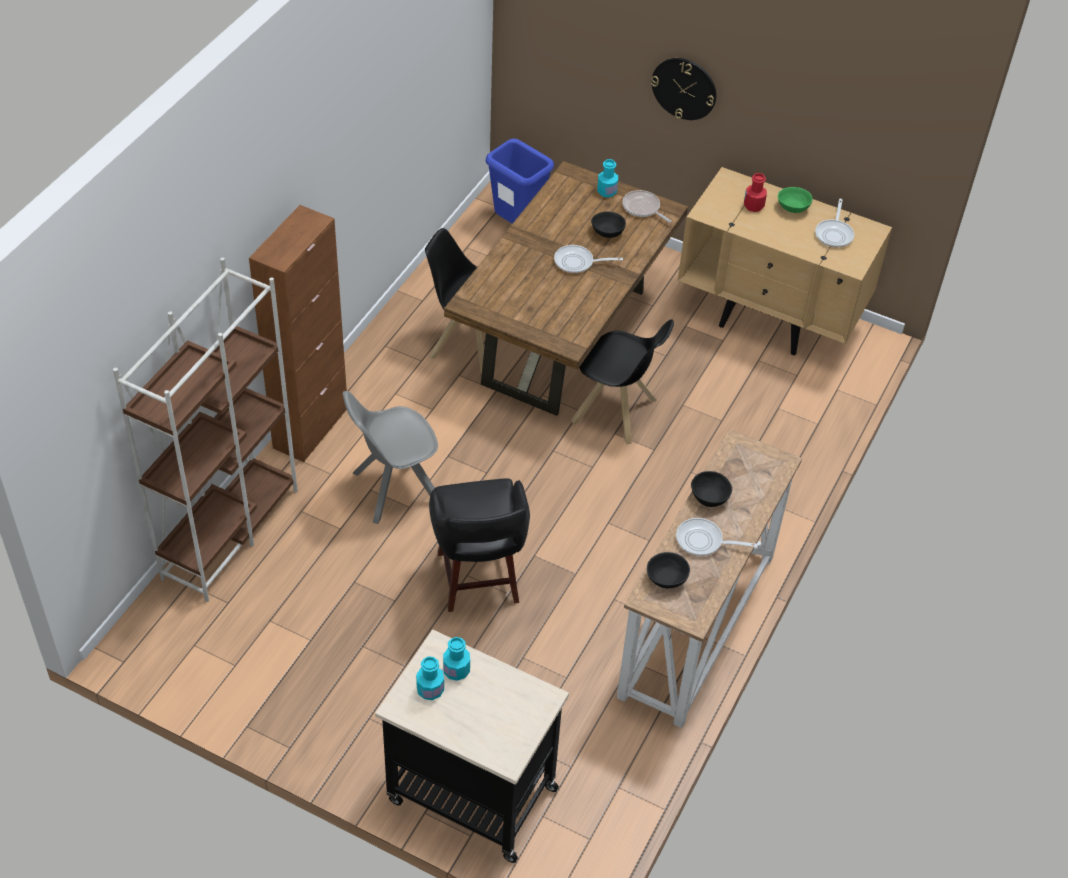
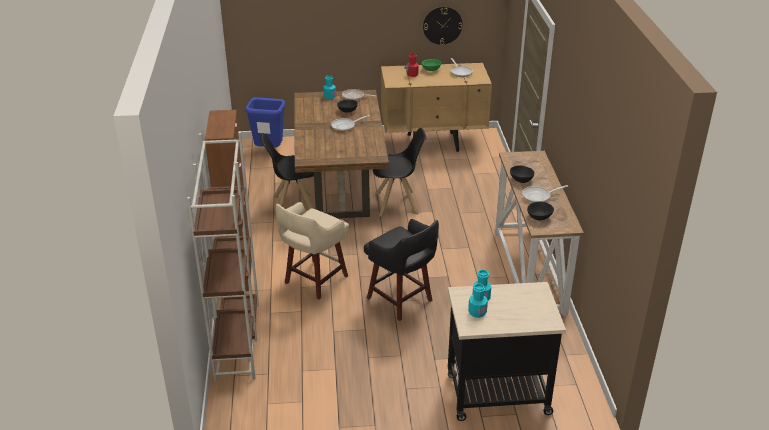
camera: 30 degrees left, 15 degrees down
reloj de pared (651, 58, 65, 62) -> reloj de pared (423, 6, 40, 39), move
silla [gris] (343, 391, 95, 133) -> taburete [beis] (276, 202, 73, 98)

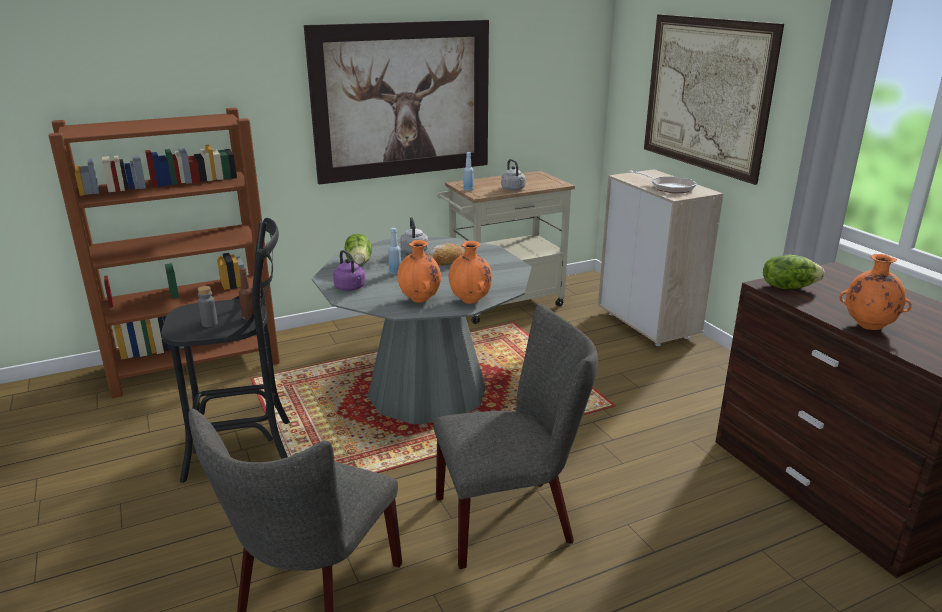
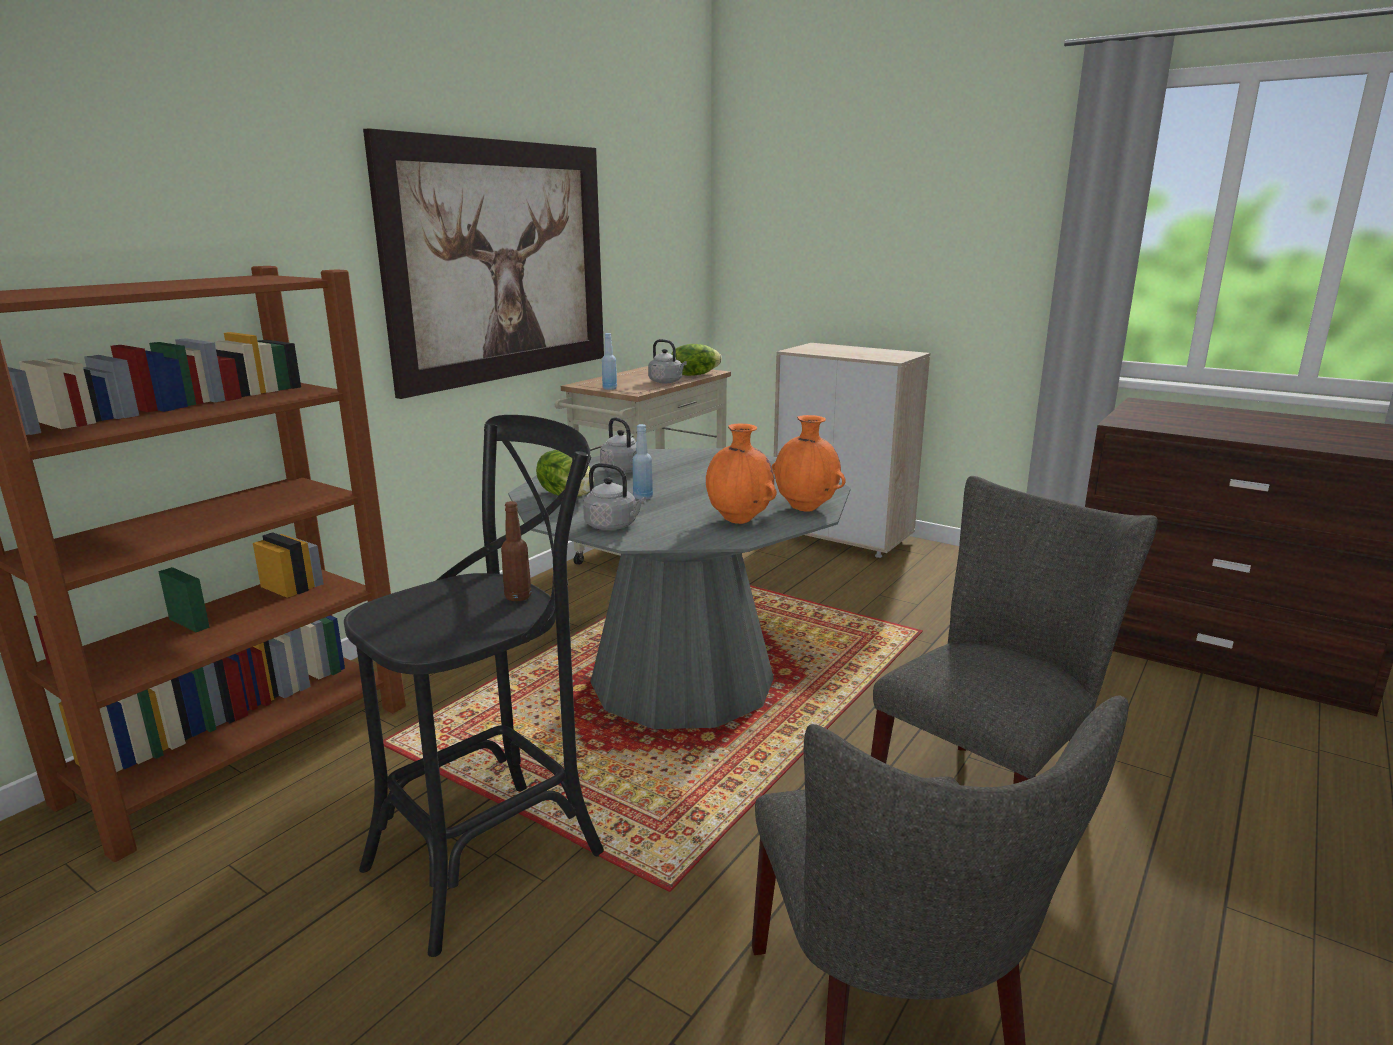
camera: 30 degrees left, 5 degrees down
botella [gris] (198, 286, 20, 41) -> none
pan (428, 243, 37, 23) -> none
sartén (629, 170, 68, 23) -> none
cuadro (644, 14, 140, 171) -> none
florero [naranja] (839, 254, 73, 76) -> none
lechuga (763, 255, 62, 34) -> lechuga (671, 344, 51, 32), move
hervidor [morado] (333, 250, 32, 41) -> hervidor [gris] (583, 463, 63, 67)

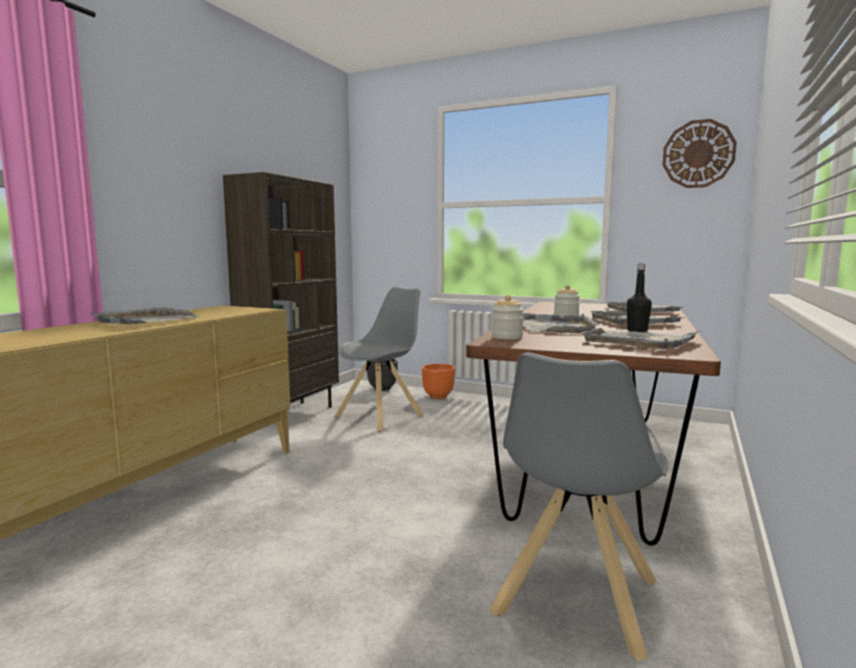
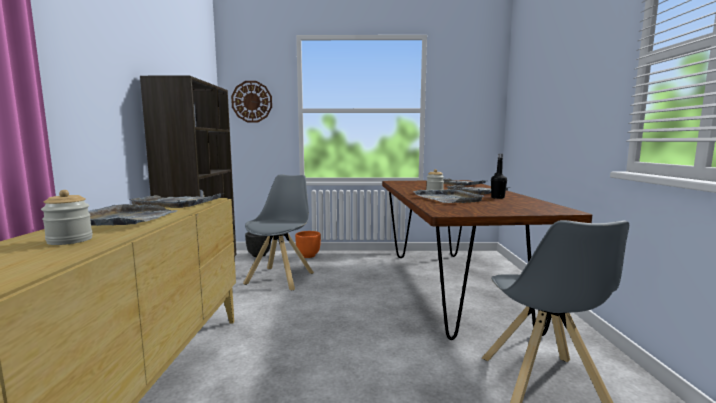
camera: 25 degrees left, 0 degrees up
tarro (492, 295, 32, 44) -> tarro (41, 190, 52, 55), move
bandeja [gris] (581, 328, 116, 21) -> bandeja [gris] (129, 194, 92, 14), move
reloj de pared (663, 119, 74, 69) -> reloj de pared (231, 81, 41, 41), move

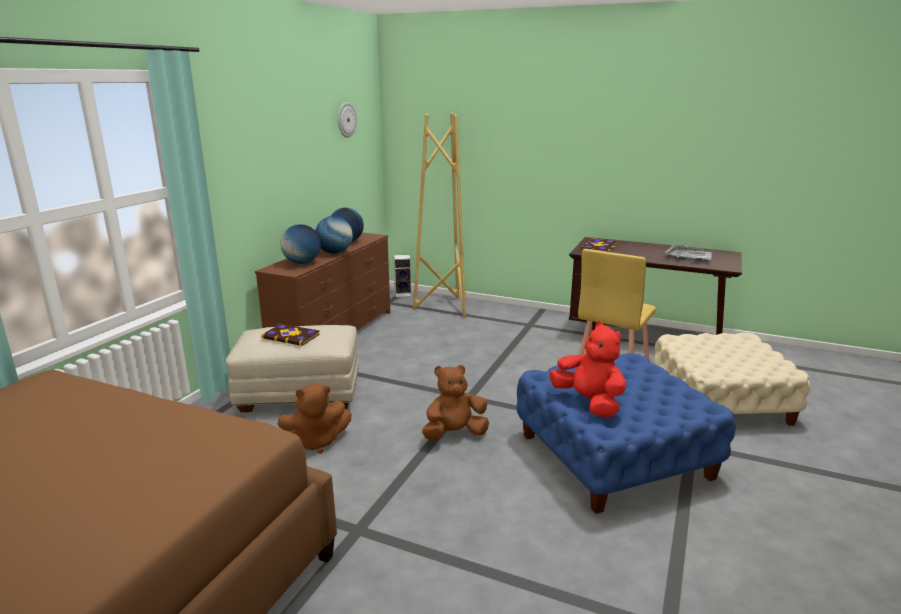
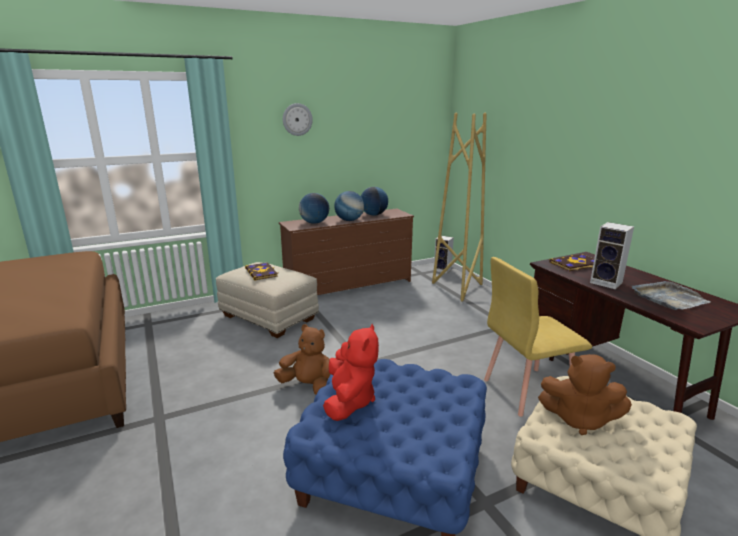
camera: 40 degrees right, 0 degrees up
none -> altavoz (590, 222, 44, 67)
peluche [marrón] (278, 384, 74, 69) -> peluche [marrón] (538, 354, 94, 81), move
reloj de pared (338, 102, 19, 36) -> reloj de pared (283, 103, 30, 33), move

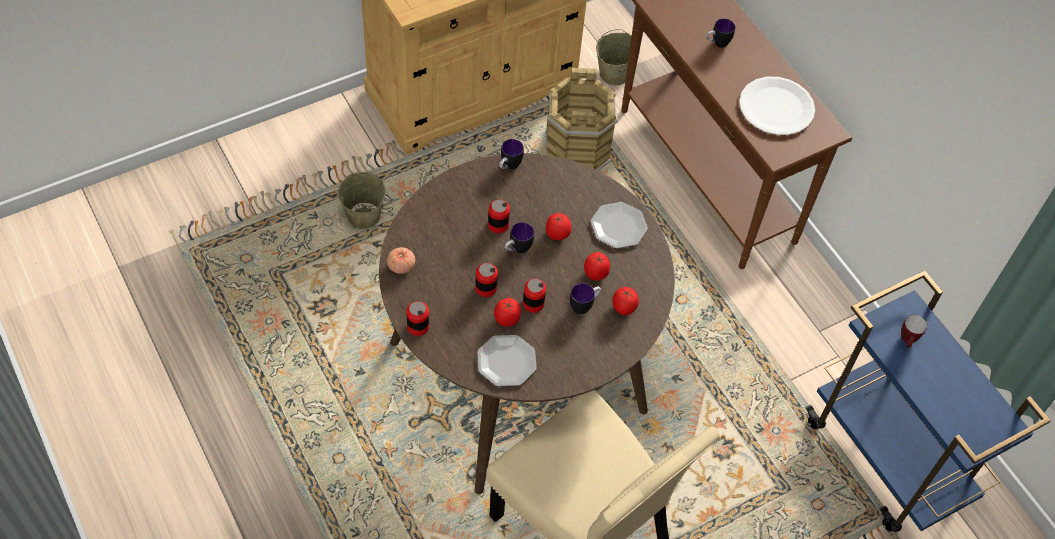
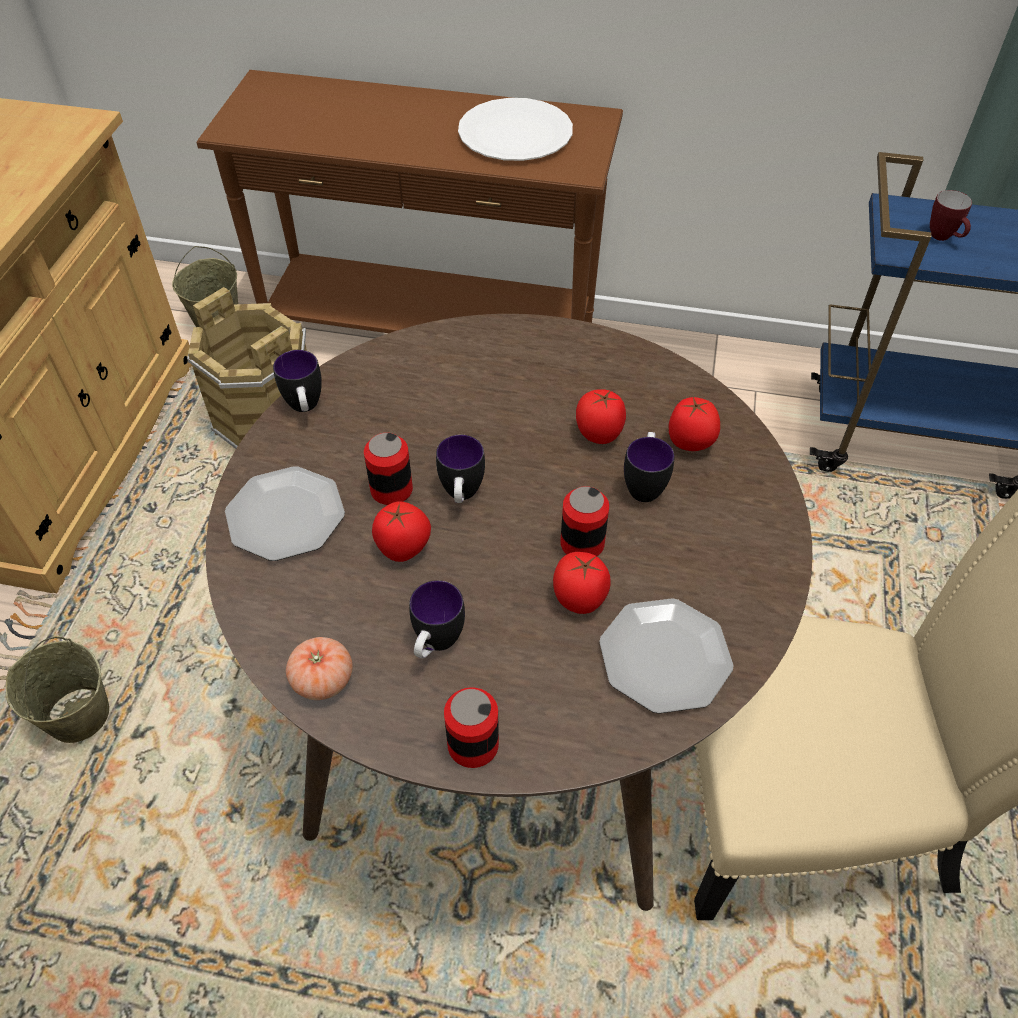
camera: 45 degrees left, 5 degrees down
lata (475, 263, 23, 34) -> none
tomate (546, 213, 26, 27) -> tomate (372, 501, 59, 61), move
plato (591, 202, 57, 47) -> plato (225, 466, 120, 95), move
taza grande (706, 19, 29, 29) -> taza grande (409, 580, 56, 78), move

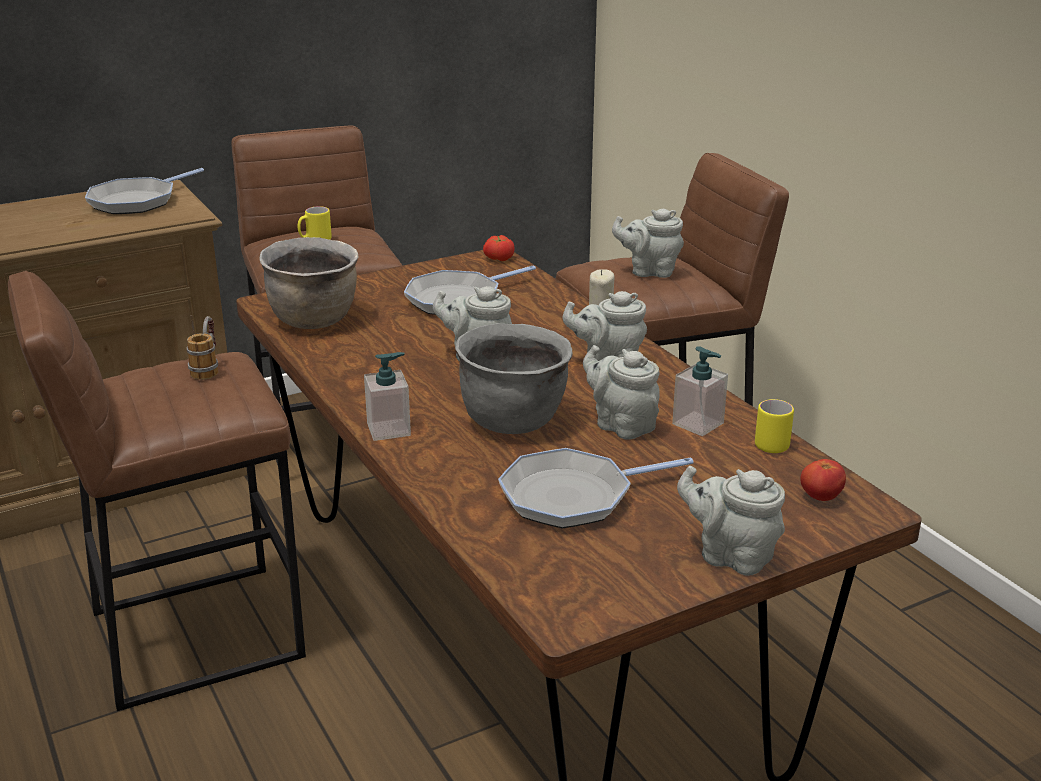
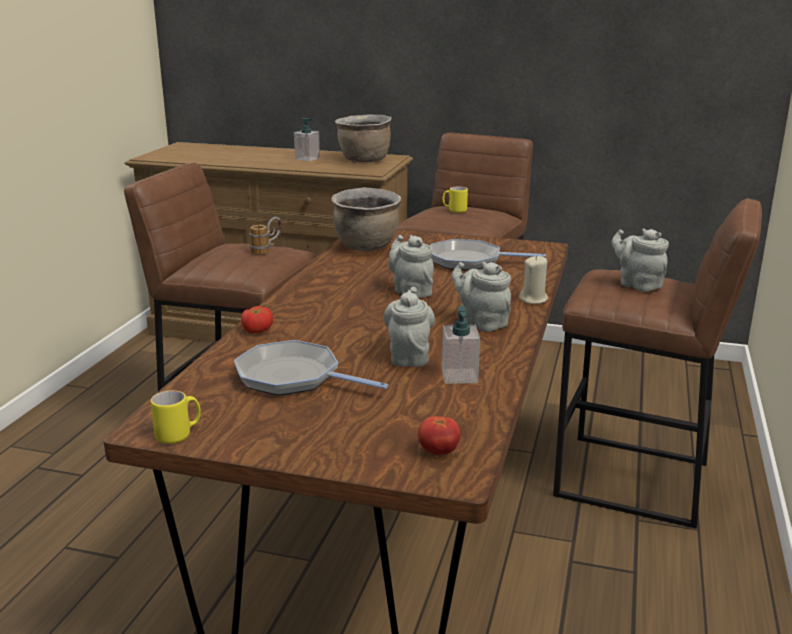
camera: 45 degrees right, 5 degrees down
olla [gris] (455, 323, 118, 111) -> none
tetera [gris] (677, 466, 108, 110) -> none
dispensador de jabón (364, 352, 47, 89) -> dispensador de jabón (294, 118, 26, 43), move
tomate (483, 235, 32, 26) -> tomate (241, 306, 32, 28), move
taza grande [amarillo] (755, 399, 39, 54) -> taza grande [amarillo] (151, 390, 50, 54), move
sartén (85, 168, 119, 46) -> olla [marrón] (335, 114, 57, 48)

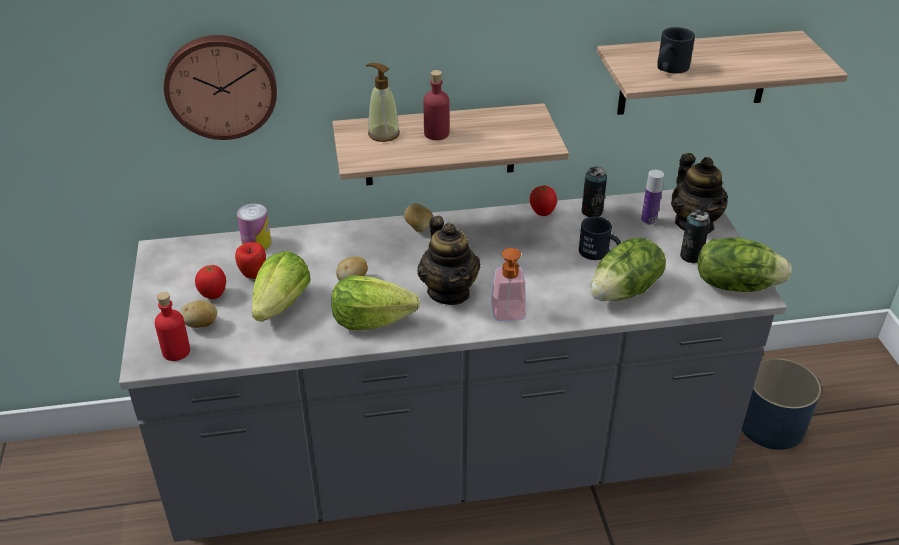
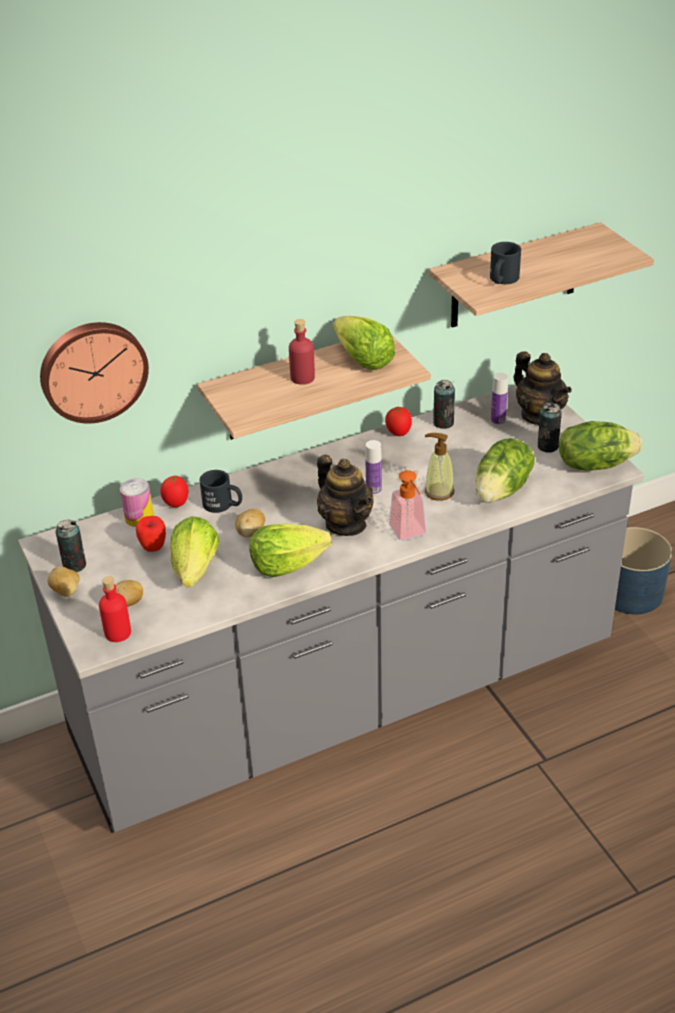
camera: 15 degrees left, 0 degrees up
none -> lata (55, 519, 31, 53)
none -> lechuga (333, 316, 62, 54)
none -> botella (365, 440, 17, 55)
tomate (195, 265, 31, 34) -> tomate (160, 475, 28, 32), move
dispensador de jabón (366, 63, 34, 79) -> dispensador de jabón (425, 433, 29, 68), move
patata (404, 203, 29, 29) -> patata (47, 566, 33, 31), move
taza grande [negro] (579, 216, 42, 44) -> taza grande [negro] (200, 470, 42, 43), move

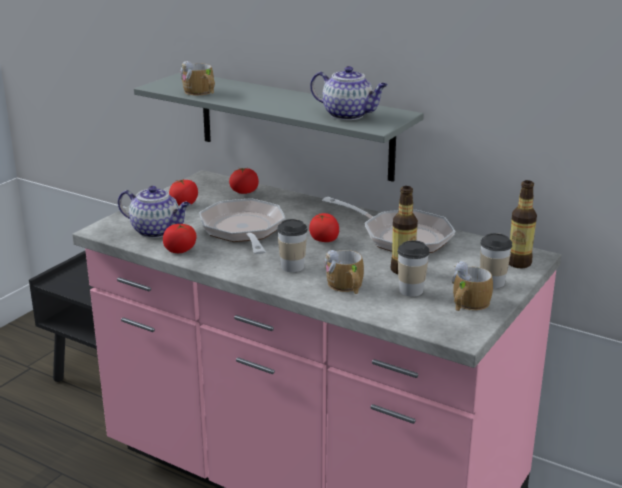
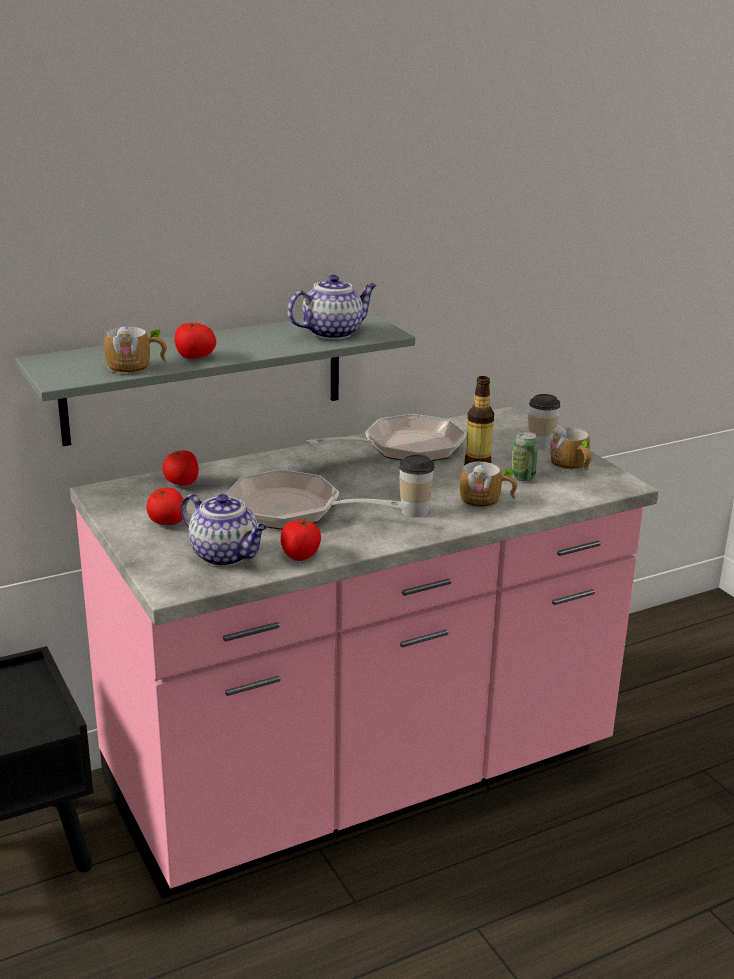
camera: 60 degrees left, 0 degrees up
botella (509, 180, 28, 88) -> none
tomate (309, 213, 30, 29) -> tomate (174, 323, 42, 36), move
taza (397, 240, 33, 57) -> lata (512, 431, 27, 50)
tetera (118, 186, 72, 52) -> tetera (181, 494, 86, 72), 75 degrees clockwise

